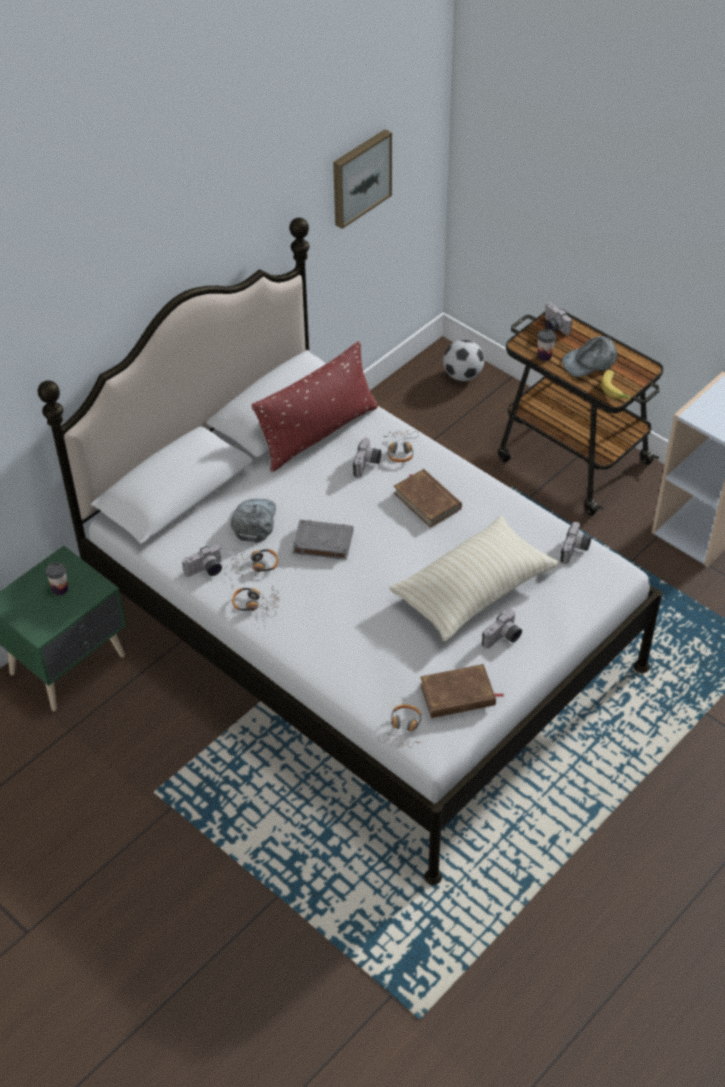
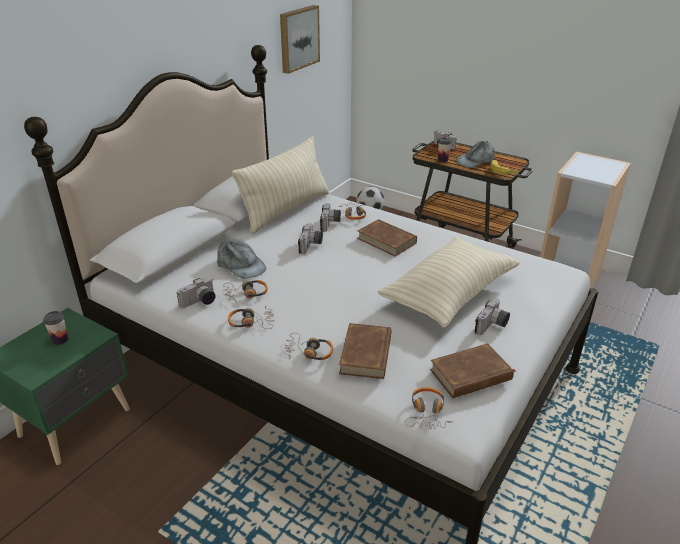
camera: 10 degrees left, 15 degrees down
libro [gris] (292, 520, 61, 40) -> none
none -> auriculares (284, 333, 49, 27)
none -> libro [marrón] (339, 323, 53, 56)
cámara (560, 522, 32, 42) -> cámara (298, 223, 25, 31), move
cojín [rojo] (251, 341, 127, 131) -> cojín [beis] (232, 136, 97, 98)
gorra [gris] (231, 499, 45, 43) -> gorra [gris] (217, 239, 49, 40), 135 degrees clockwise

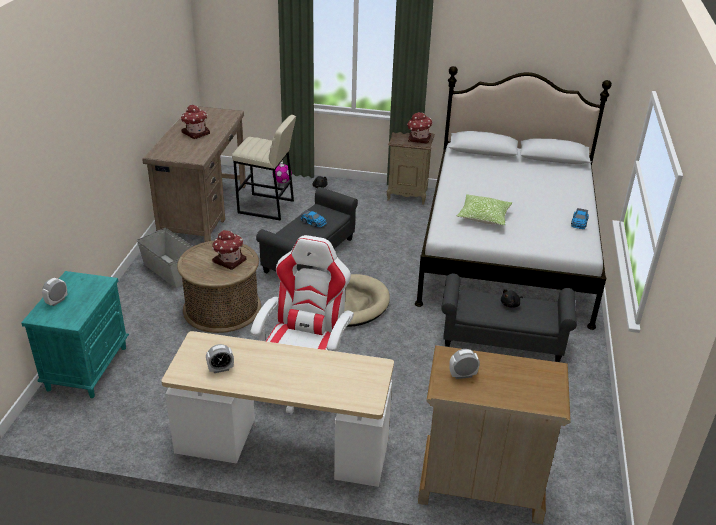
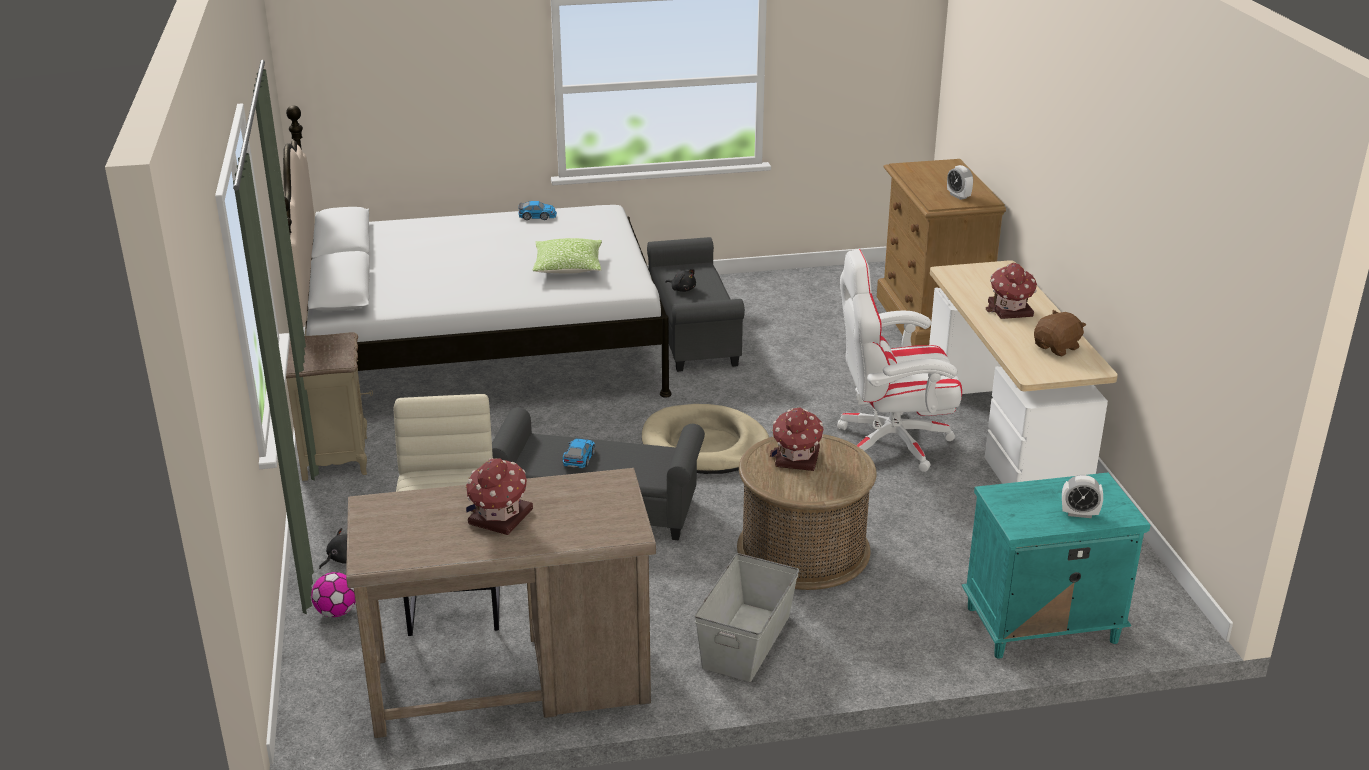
camera: 110 degrees left, 5 degrees down
casita (407, 112, 26, 32) -> casita (986, 263, 51, 56), move
despertador (206, 344, 28, 29) -> peluche [marrón] (1034, 310, 52, 46)

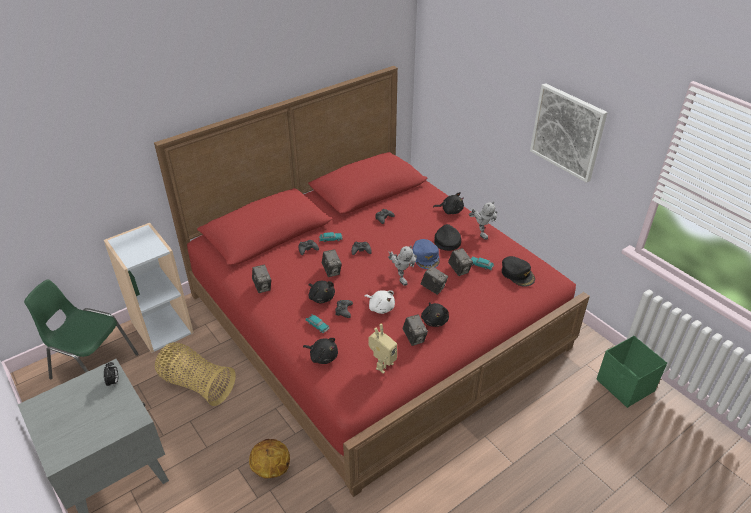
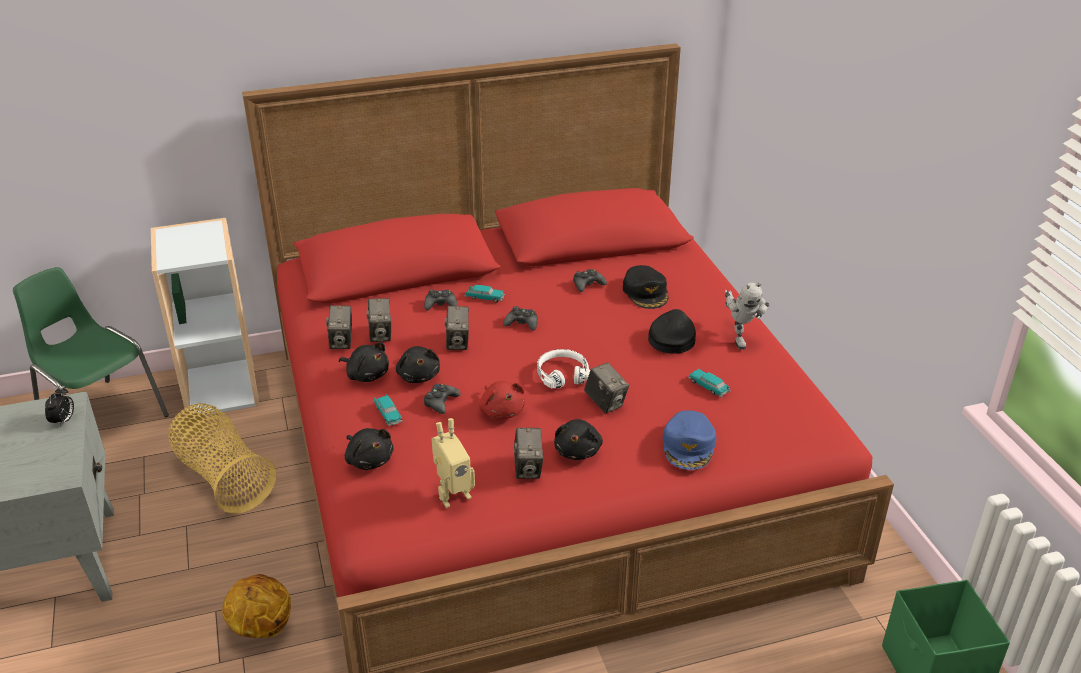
camera: 20 degrees right, 5 degrees down
cuadro (530, 83, 78, 100) -> none
gorra [azul] (412, 239, 28, 30) -> gorra [azul] (663, 410, 54, 60), move
peluche [negro] (433, 192, 31, 22) -> peluche [negro] (339, 342, 50, 40), move
cámara (448, 248, 25, 28) -> cámara (367, 298, 24, 44), move
gorra [negro] (502, 256, 33, 31) -> gorra [negro] (623, 265, 45, 44), move
robot de juguete (388, 245, 29, 41) -> auriculares [blanco] (537, 349, 53, 39)
peluche [blanco] (365, 290, 30, 24) -> peluche [rojo] (479, 381, 46, 39)

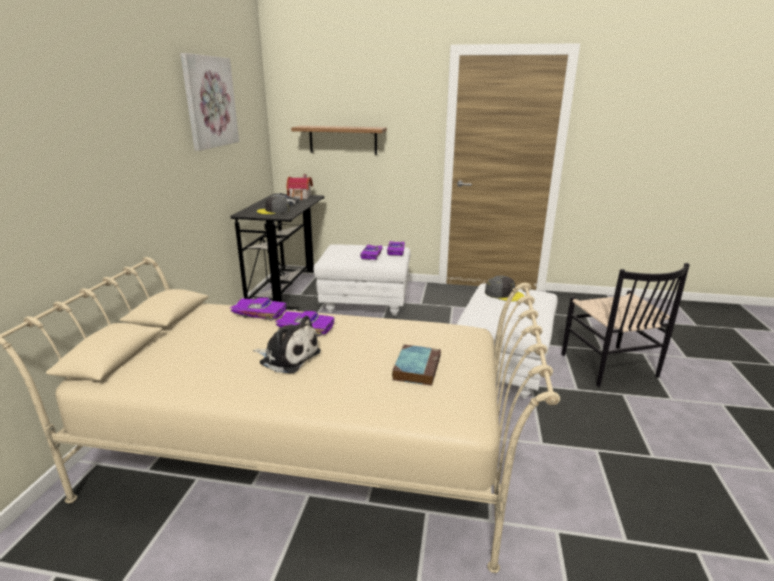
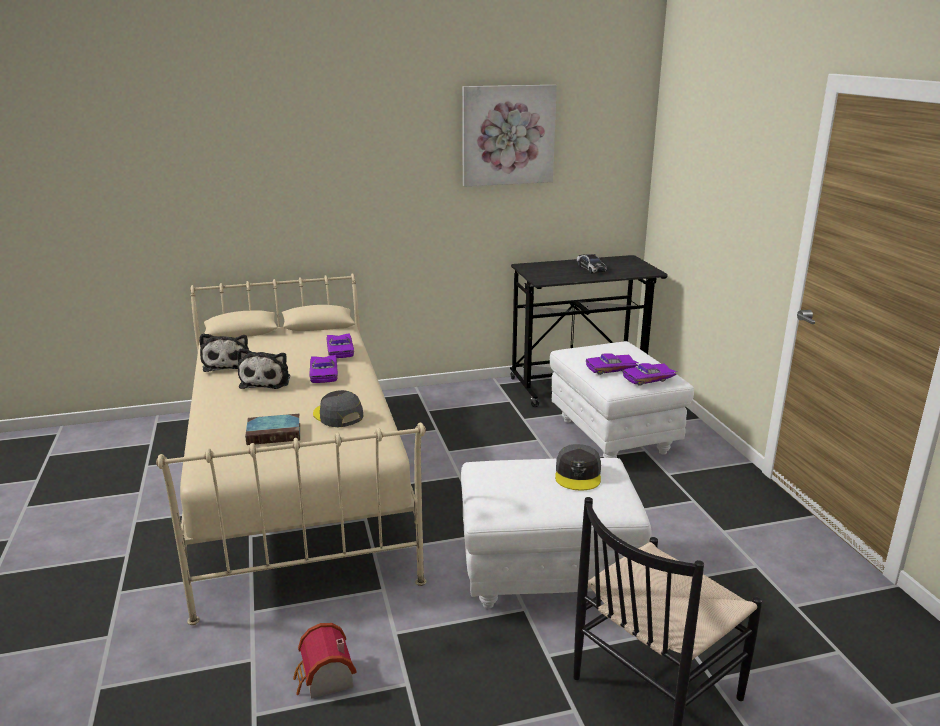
camera: 65 degrees right, 0 degrees up
estante (291, 126, 96, 29) -> none
none -> peluche (199, 333, 50, 39)
gorra [gris] (257, 196, 32, 18) -> gorra [gris] (313, 390, 50, 37), move
casita (287, 174, 26, 26) -> casita (293, 623, 63, 76), move

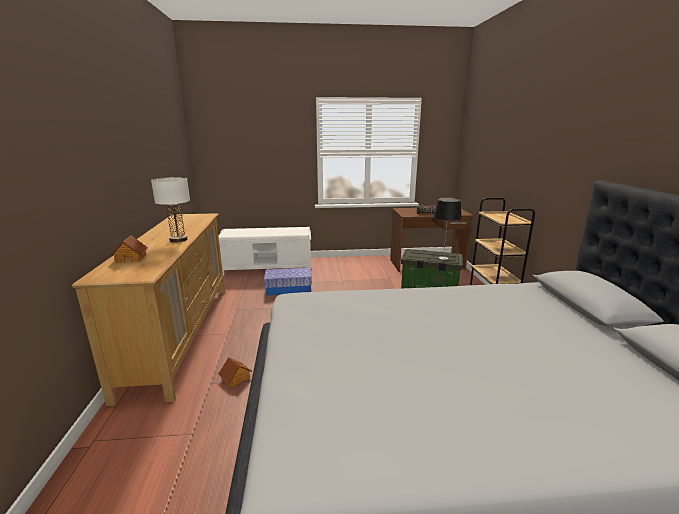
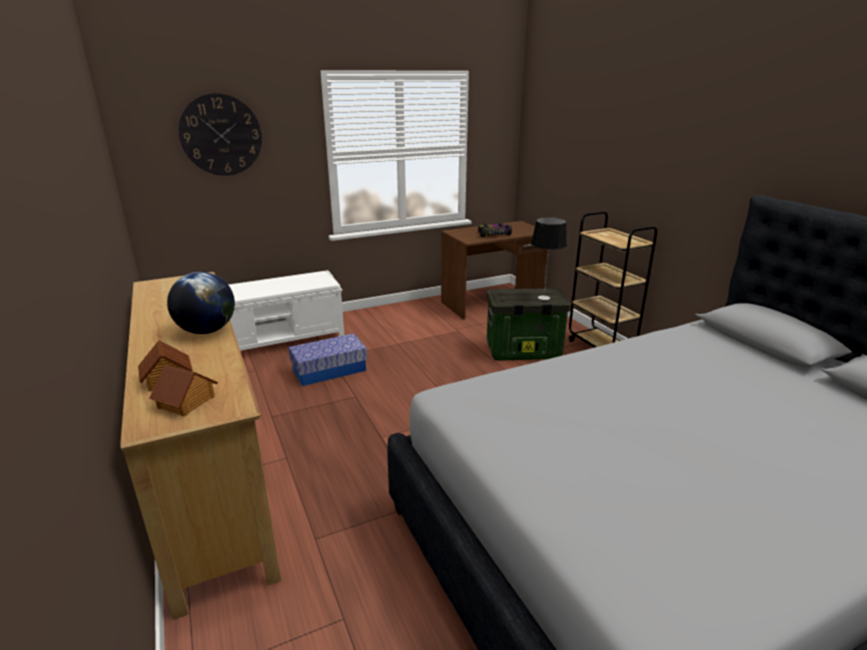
camera: 20 degrees left, 5 degrees up
none -> reloj de pared (178, 93, 84, 83)
casita (218, 357, 34, 31) -> casita (149, 364, 69, 52), move
lámpara de mesa (151, 177, 39, 65) -> globo terráqueo (167, 272, 68, 62)

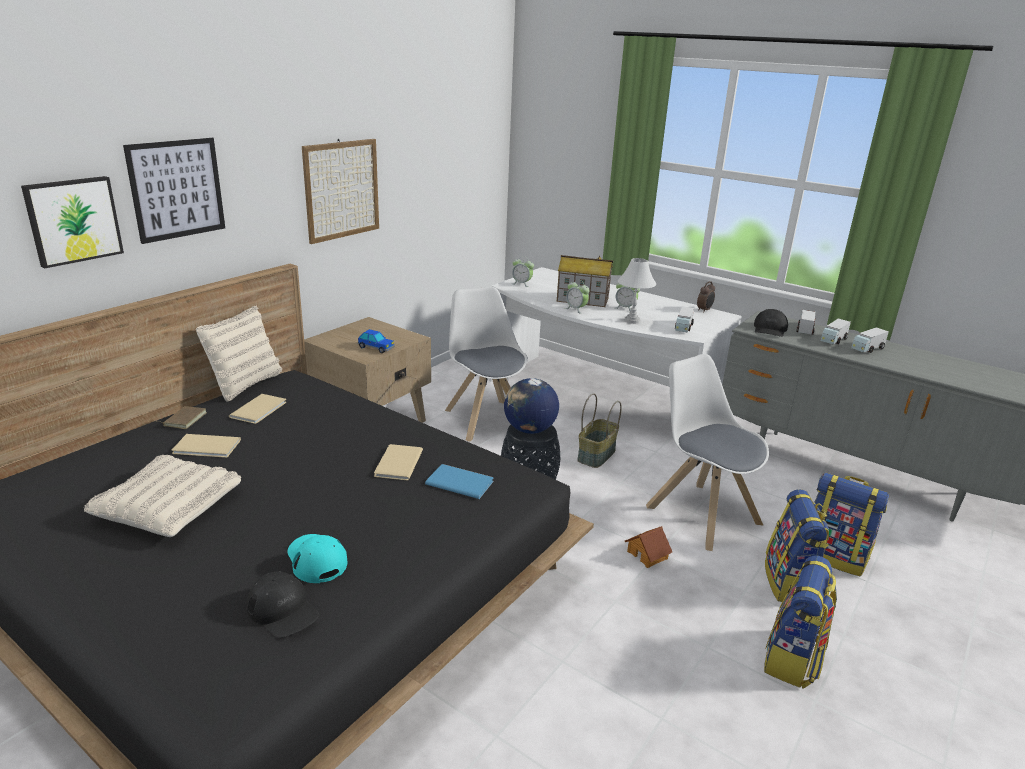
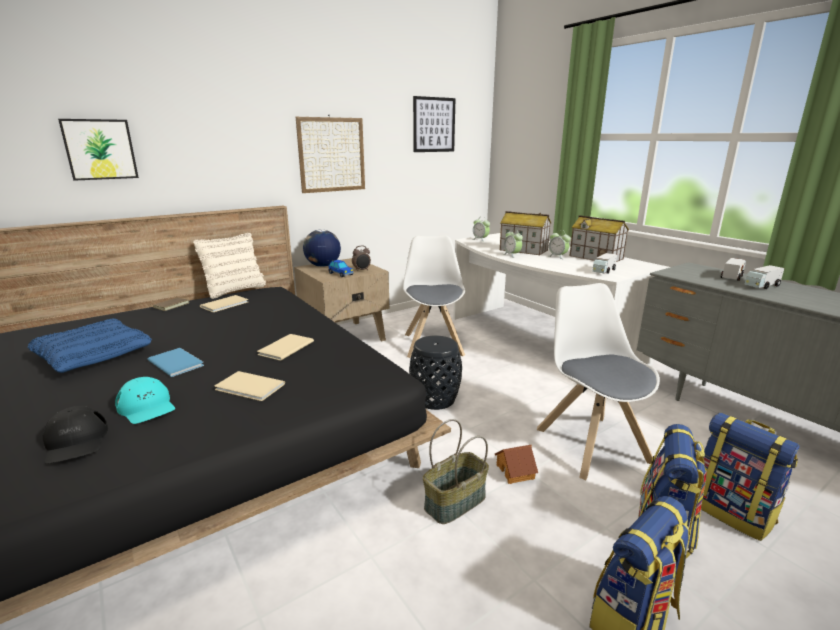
camera: 20 degrees right, 5 degrees down
lámpara de mesa [blanco] (618, 258, 38, 66) -> none
gorra [negro] (754, 309, 34, 28) -> none
camión de juguete (851, 327, 38, 26) -> none
none -> casita (570, 215, 59, 47)
cuadro (123, 138, 102, 106) -> cuadro (413, 96, 42, 56), move
libro [beis] (172, 434, 69, 24) -> libro [beis] (215, 371, 70, 30), move
libro [azul] (425, 464, 68, 35) -> libro [azul] (148, 348, 56, 29), move
globo terráqueo (504, 378, 55, 56) -> globo terráqueo (303, 229, 38, 38), move
cesta (577, 393, 45, 75) -> cesta (423, 419, 66, 105), move
despertador (697, 281, 18, 32) -> despertador (352, 245, 19, 27), move
cojín [beis] (84, 455, 157, 82) -> cojín [azul] (27, 318, 125, 55)
gorra [turquesa] (288, 534, 59, 49) -> gorra [turquesa] (115, 377, 60, 47), 150 degrees clockwise

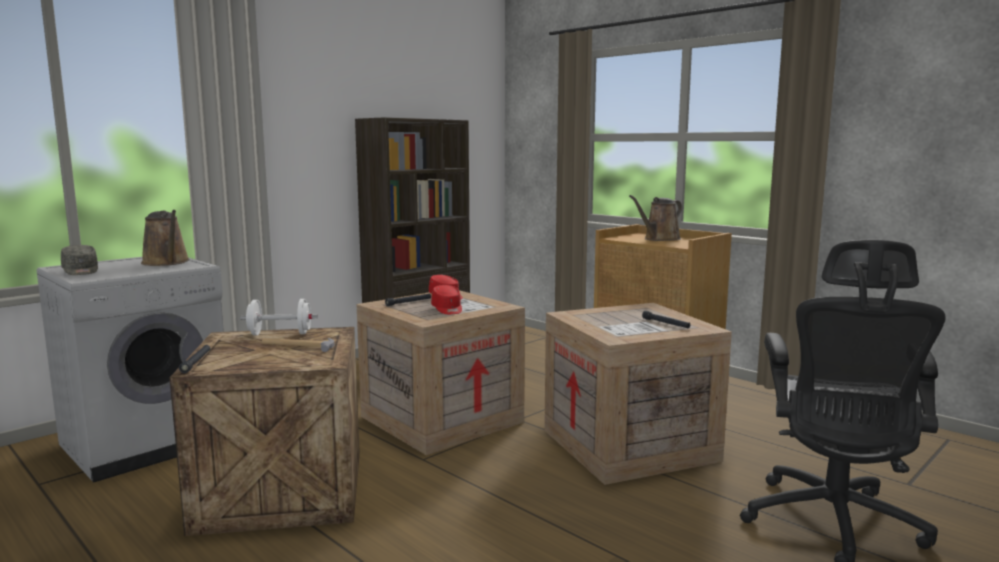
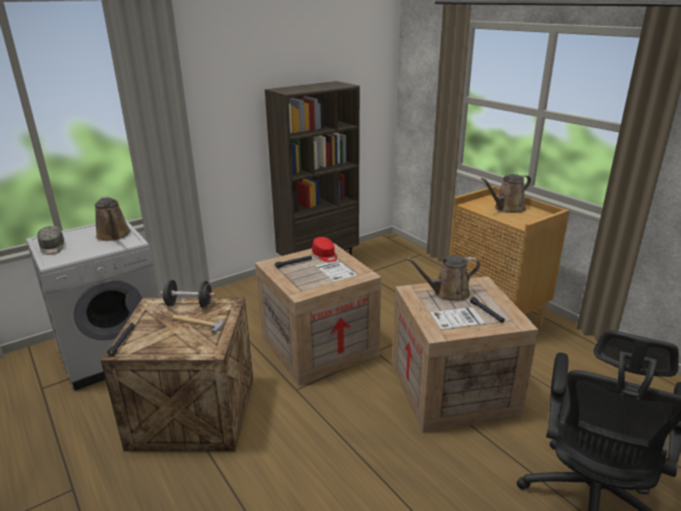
camera: 10 degrees right, 15 degrees up
gorra [rojo] (431, 285, 31, 29) -> none
none -> regadera [marrón] (406, 255, 74, 47)
mancuerna [blanco] (240, 299, 78, 36) -> mancuerna [negro] (160, 280, 55, 28)

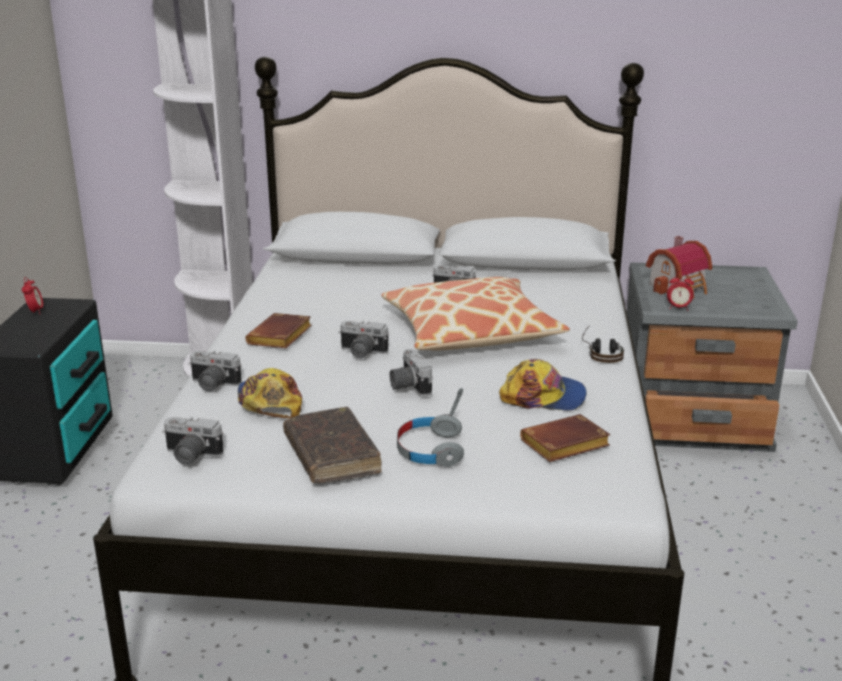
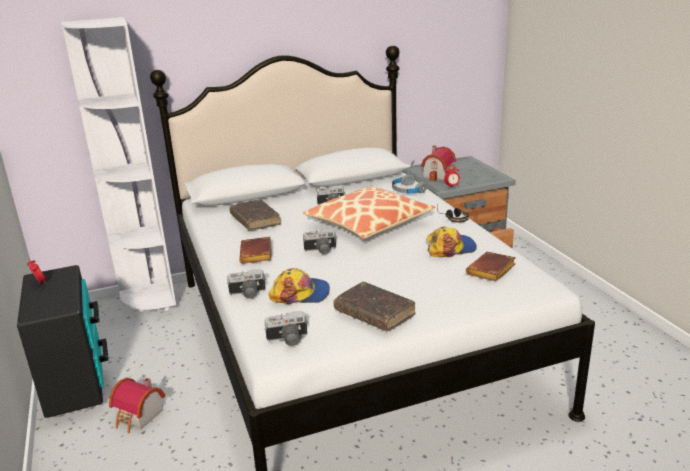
camera: 25 degrees left, 0 degrees up
cámara (389, 349, 44, 47) -> none
none -> casita (109, 377, 56, 56)
none -> libro [marrón] (229, 199, 52, 31)
auriculares [gris] (397, 388, 67, 79) -> auriculares [gris] (392, 160, 35, 33), move
gorra (238, 368, 64, 50) -> gorra (269, 268, 61, 36), 135 degrees clockwise

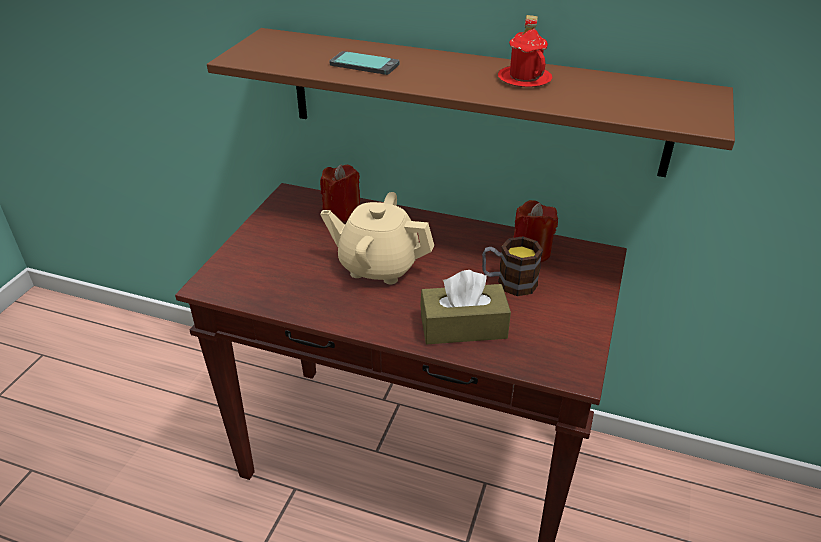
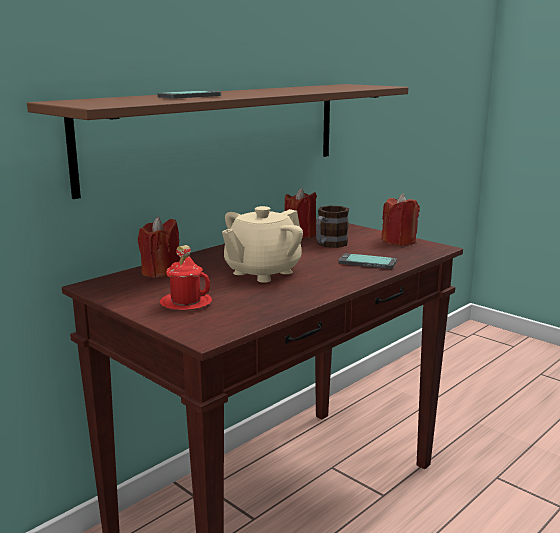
camera: 65 degrees left, 20 degrees down
none -> vela [rojo] (381, 194, 39, 52)
taza grande [rojo] (498, 15, 55, 72) -> taza grande [rojo] (160, 245, 52, 66), move
caja de pañuelos [marrón] (420, 270, 91, 74) -> móvil (339, 253, 58, 16)

